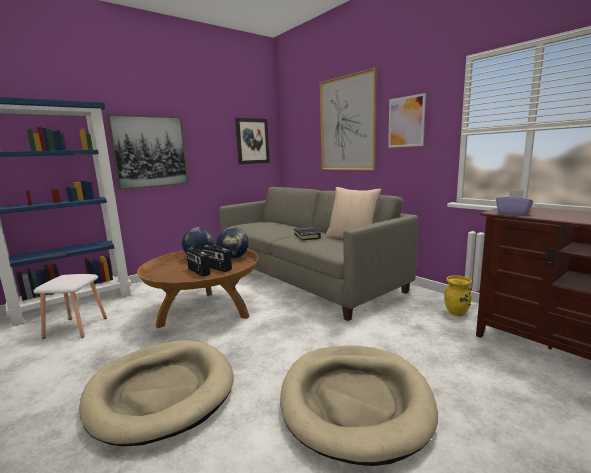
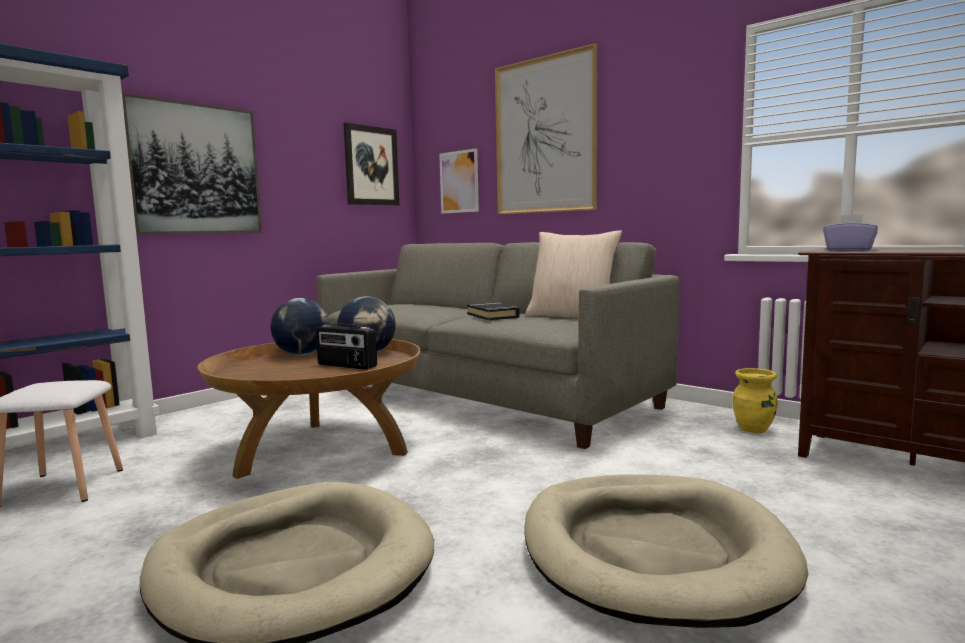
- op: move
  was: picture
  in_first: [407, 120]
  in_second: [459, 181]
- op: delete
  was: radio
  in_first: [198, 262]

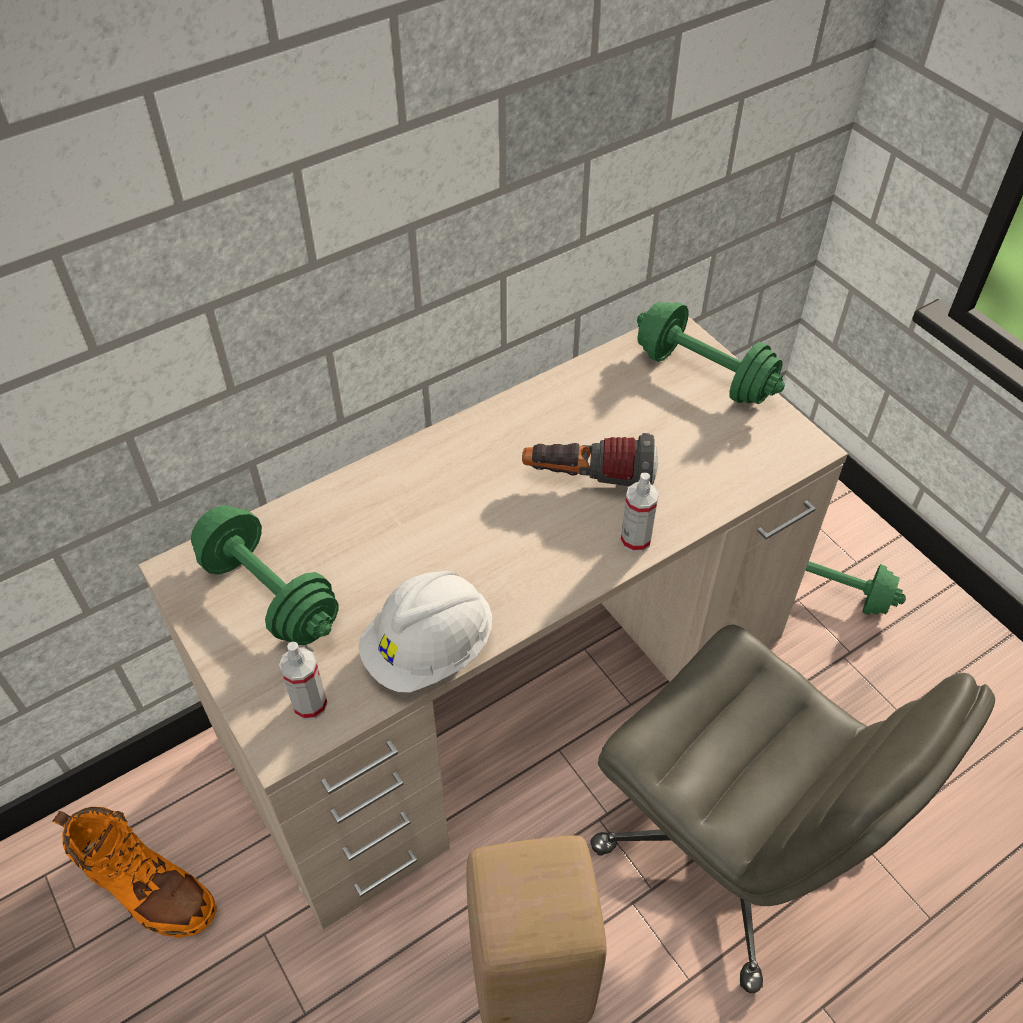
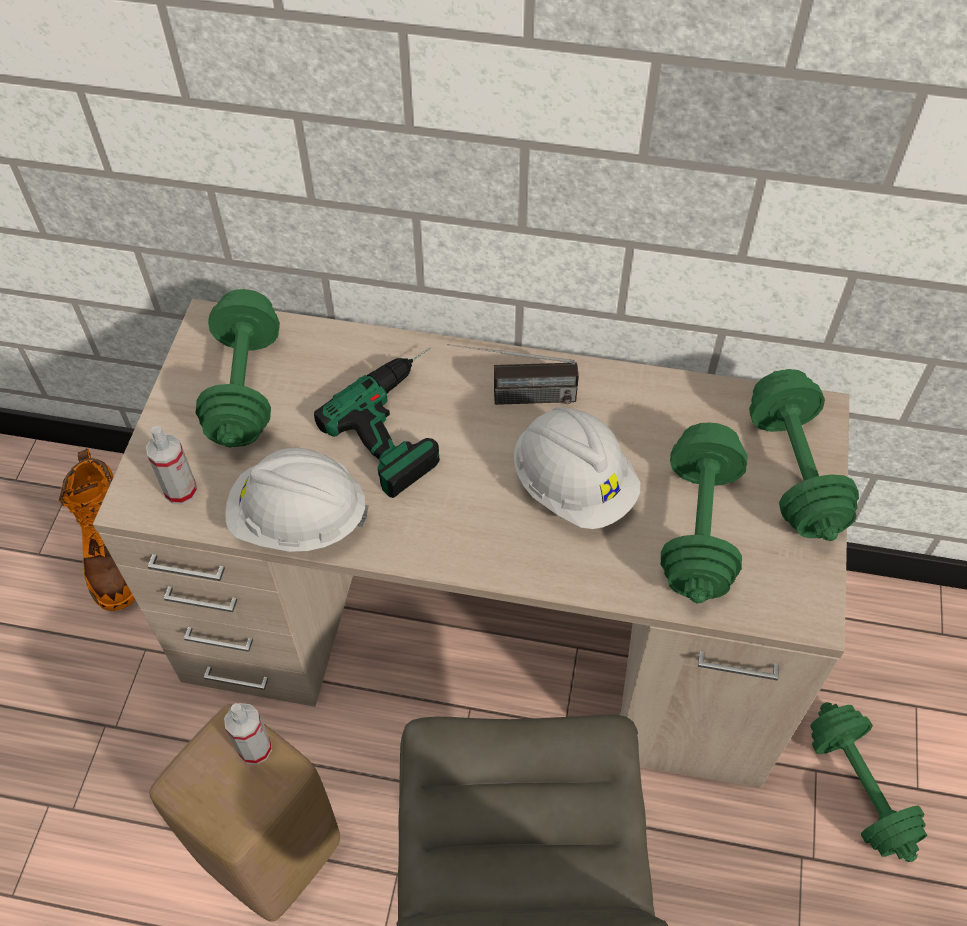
- op: move
  was: spray bottle
  in_first: [639, 512]
  in_second: [248, 734]
- op: insert
  now: power drill
  in_second: [377, 422]
- op: insert
  now: radio
  in_second: [513, 374]
- op: replace
  was: flashlight
  now: white hard hat
  in_first: [590, 459]
  in_second: [577, 468]
- op: insert
  now: green dumbbell
  in_second: [704, 512]

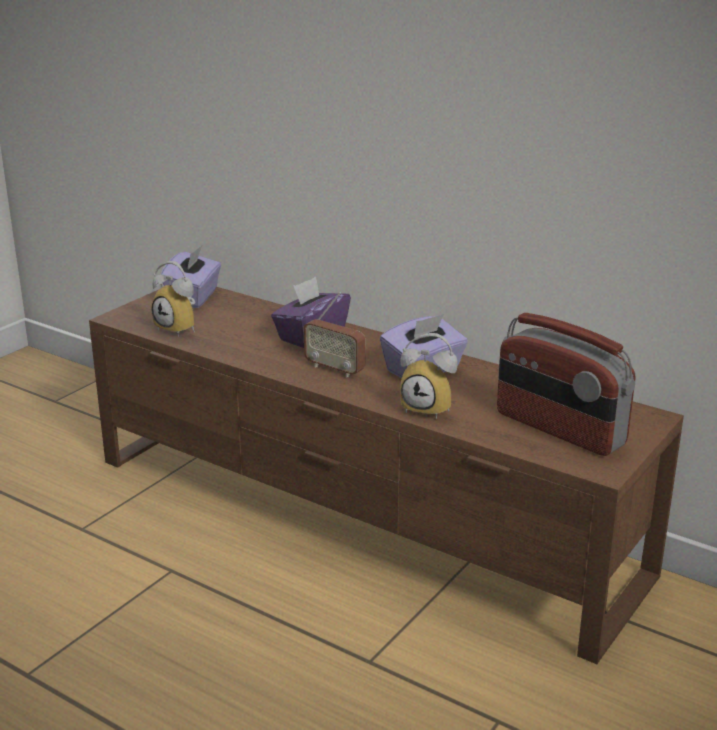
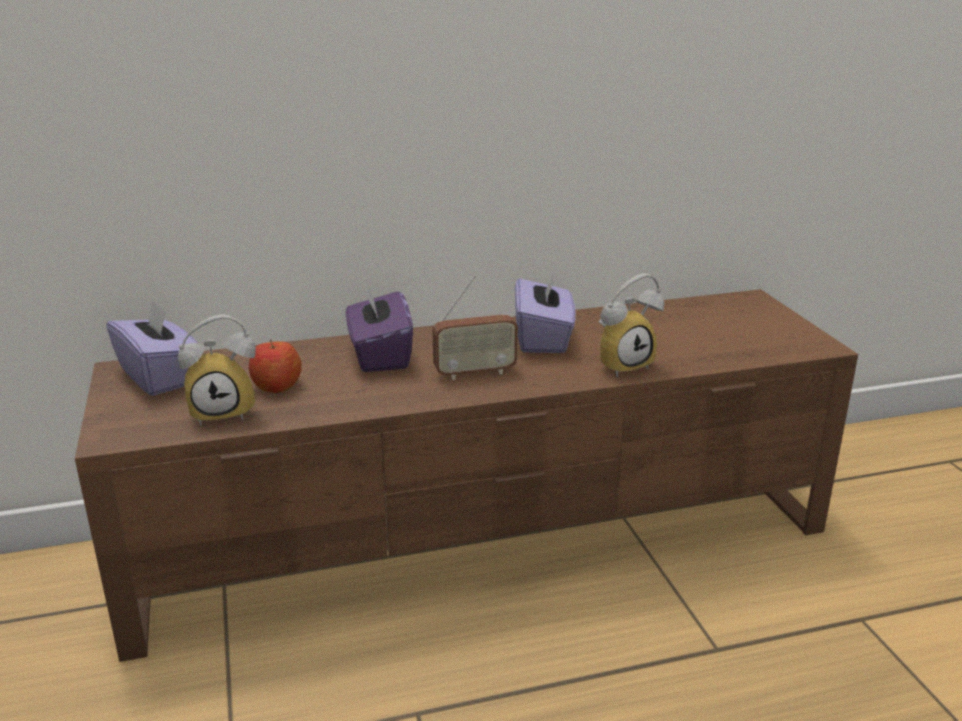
- op: insert
  now: apple
  in_second: [275, 366]
- op: delete
  was: radio
  in_first: [566, 384]

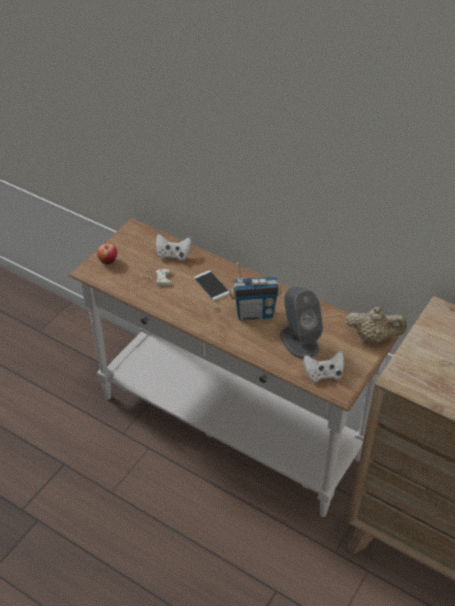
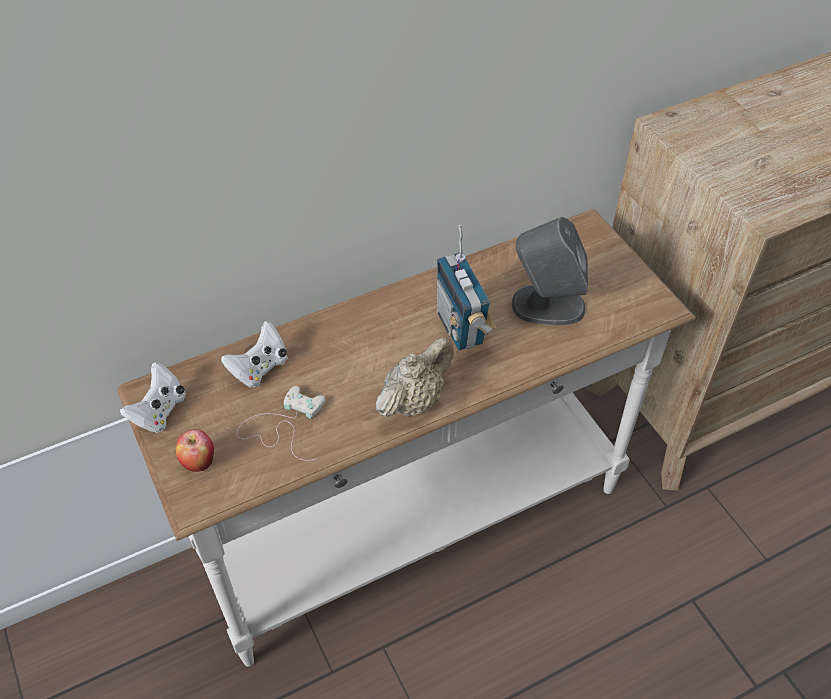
- op: move
  was: white game controller
  in_first: [324, 366]
  in_second: [153, 397]
- op: move
  was: beige teapot
  in_first: [376, 325]
  in_second: [415, 377]
- op: rotate
  was: radio
  in_first: [256, 291]
  in_second: [466, 287]
  clockwise: 135
- op: delete
  was: phone
  in_first: [212, 286]

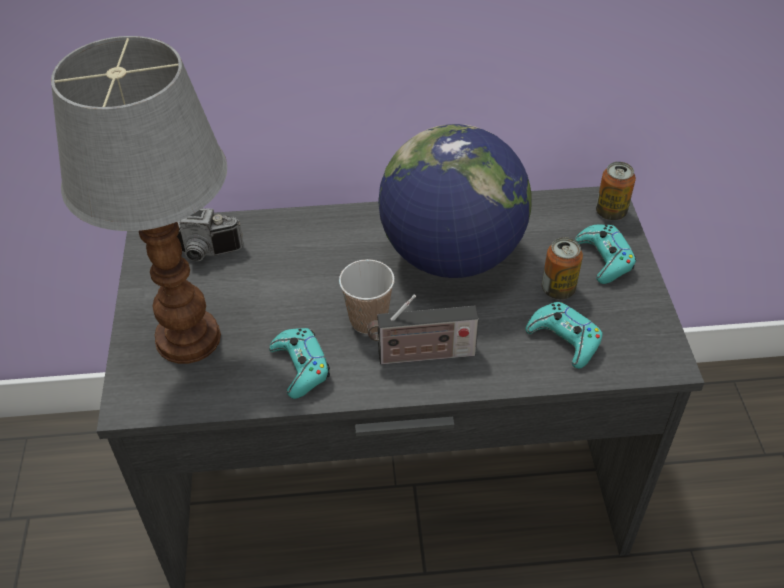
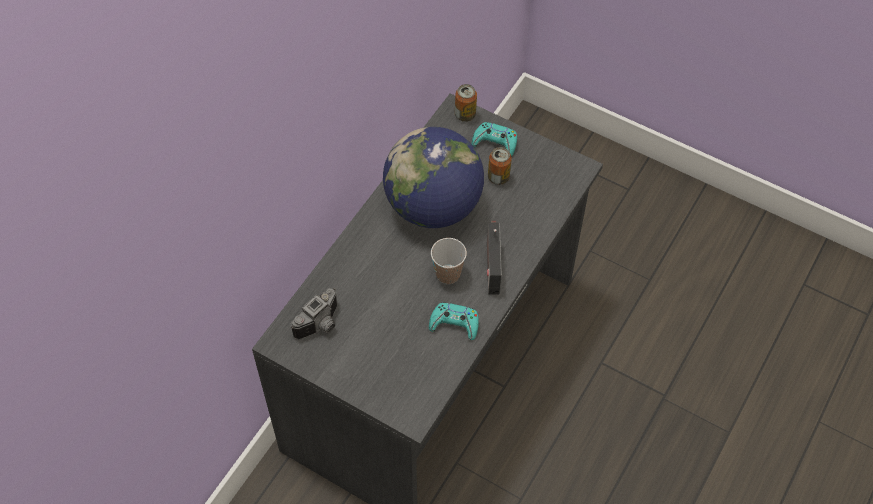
- op: rotate
  was: radio
  in_first: [423, 329]
  in_second: [494, 258]
  clockwise: 150
- op: delete
  was: table lamp
  in_first: [139, 200]
- op: delete
  was: turquoise game controller
  in_first: [564, 335]

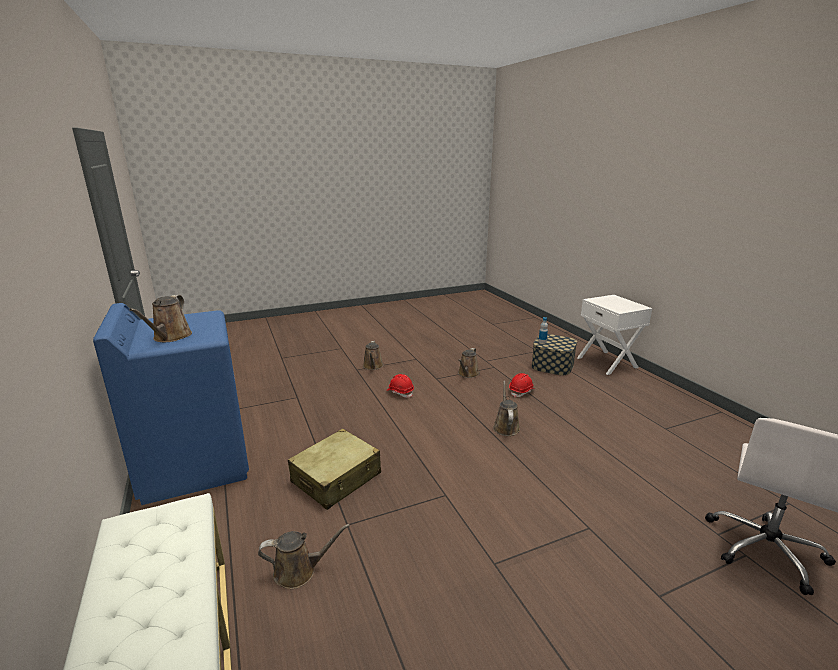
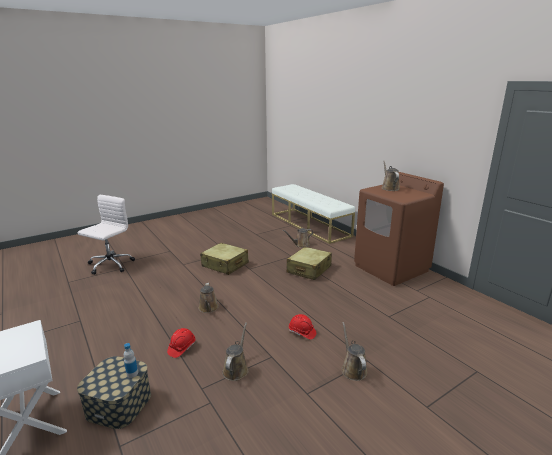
- op: insert
  now: beige suitcase
  in_second: [224, 259]
- op: recolor
  was: blue washing machine
  now: brown washing machine
  in_first: [171, 404]
  in_second: [399, 229]

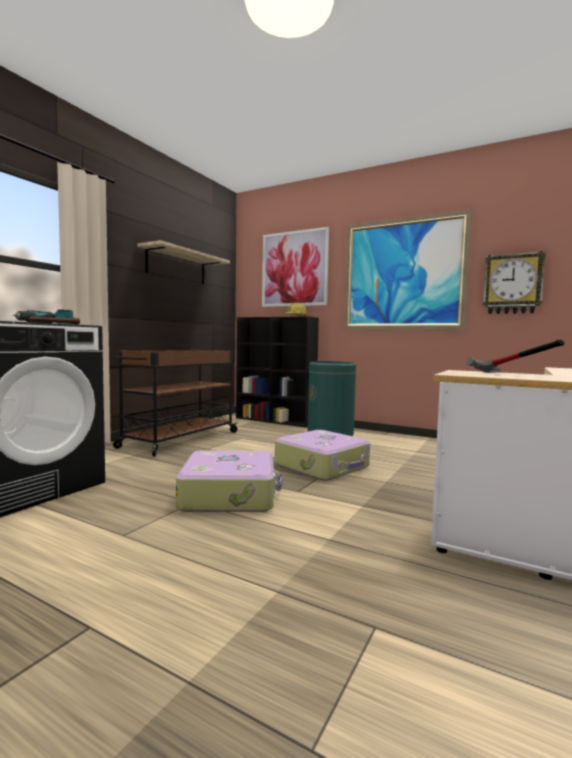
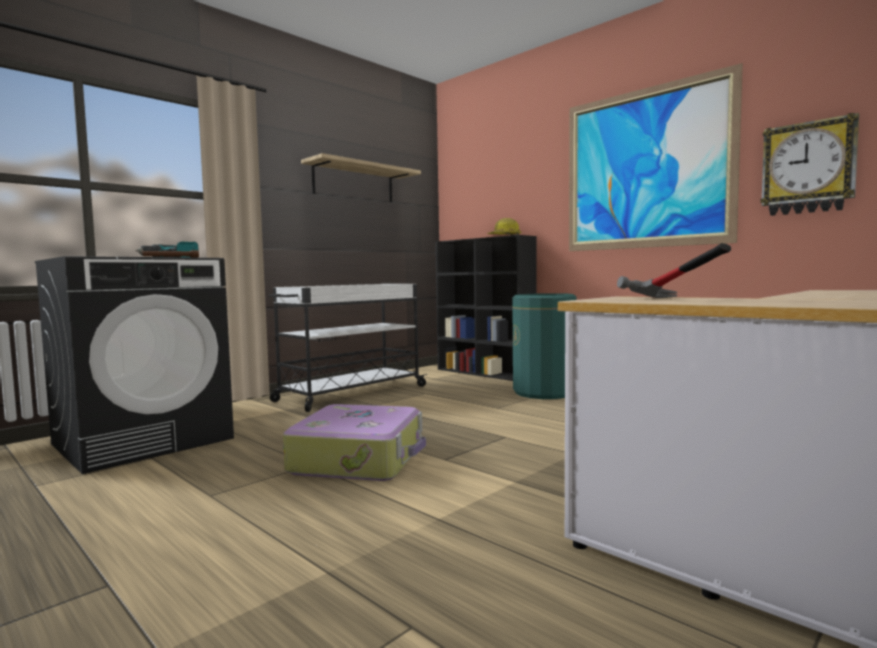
- op: recolor
  was: brown cart
  now: white cart
  in_first: [175, 403]
  in_second: [348, 348]
- op: delete
  was: picture
  in_first: [295, 267]
- op: delete
  was: suitcase
  in_first: [322, 455]

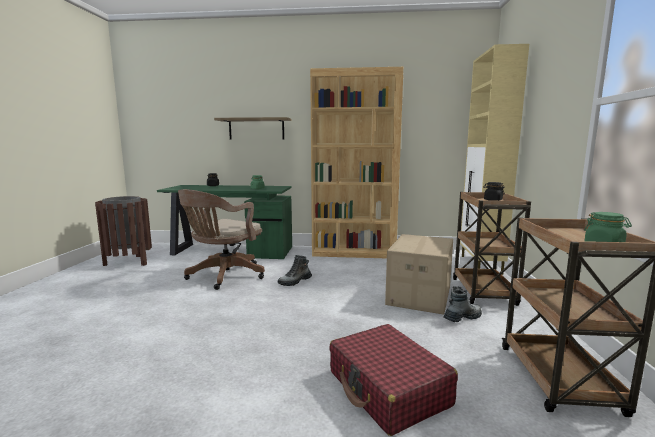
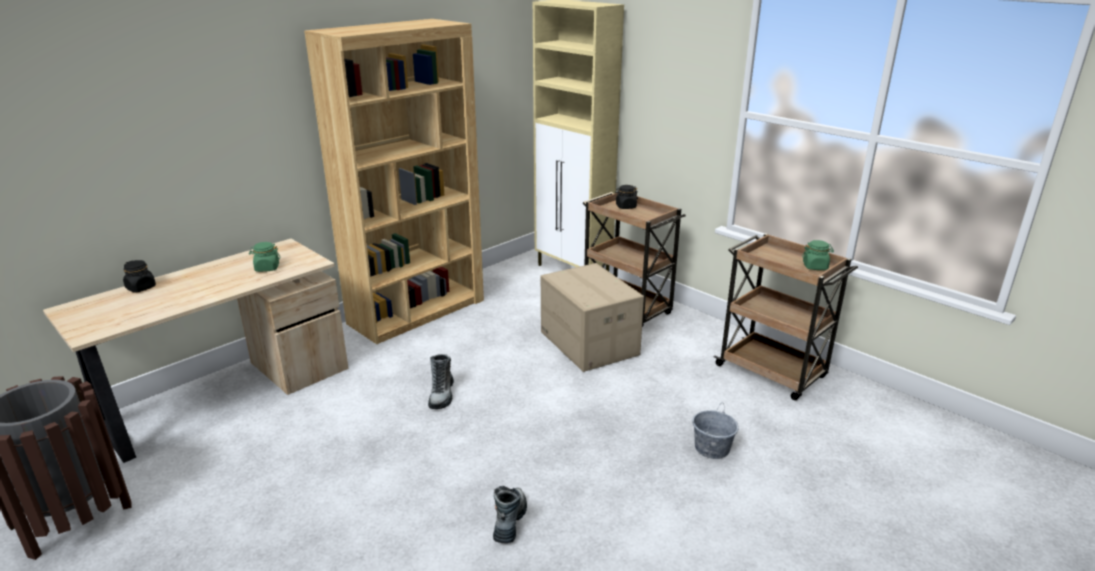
- op: recolor
  was: green desk
  now: beige desk
  in_first: [224, 222]
  in_second: [196, 351]
- op: move
  was: boot
  in_first: [463, 304]
  in_second: [510, 514]
- op: replace
  was: red suitcase
  now: grey bucket
  in_first: [393, 380]
  in_second: [715, 431]
- op: delete
  was: brown office chair
  in_first: [221, 239]
- op: delete
  was: shelf
  in_first: [252, 128]

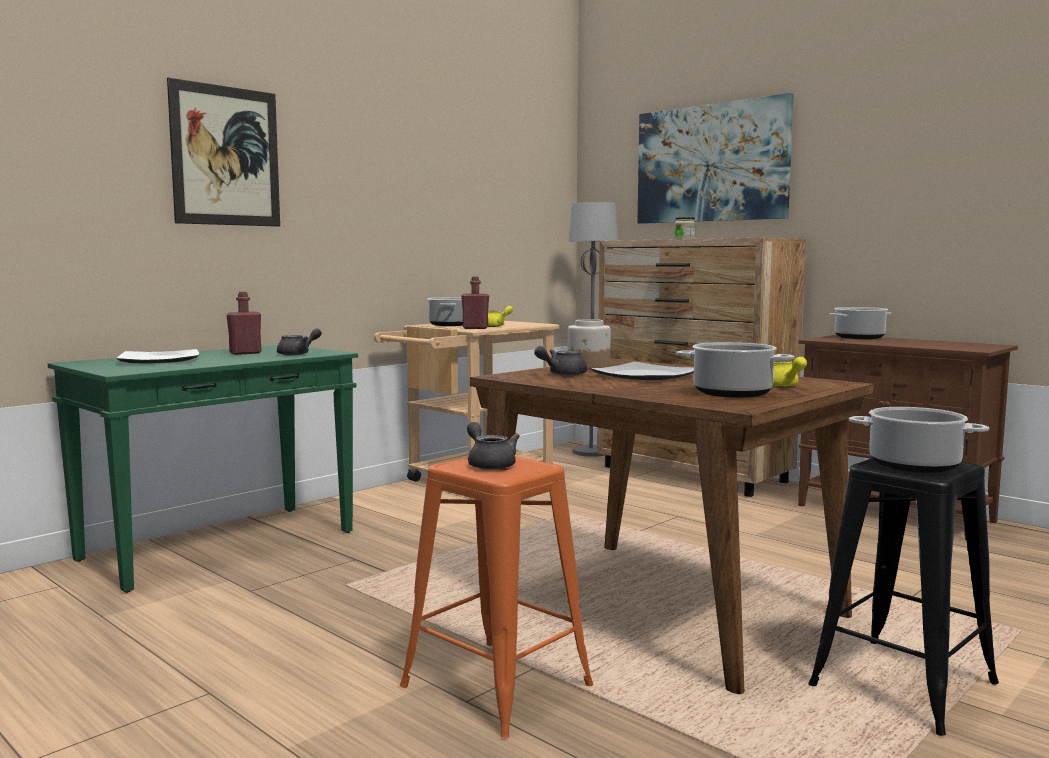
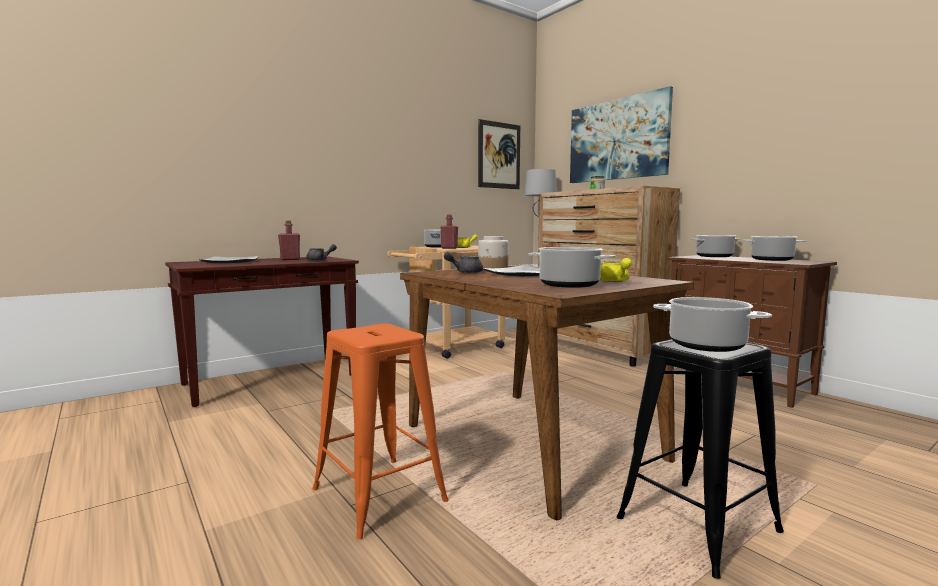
- op: recolor
  was: green console table
  now: brown console table
  in_first: [203, 469]
  in_second: [262, 331]
- op: move
  was: picture
  in_first: [223, 152]
  in_second: [499, 154]
- op: insert
  now: cooking pot
  in_second: [774, 248]
- op: delete
  was: grey teapot
  in_first: [493, 446]

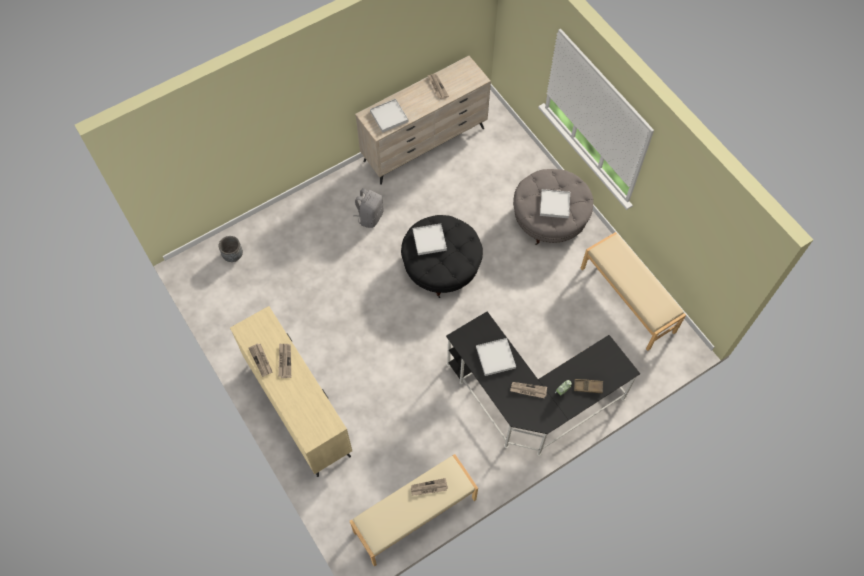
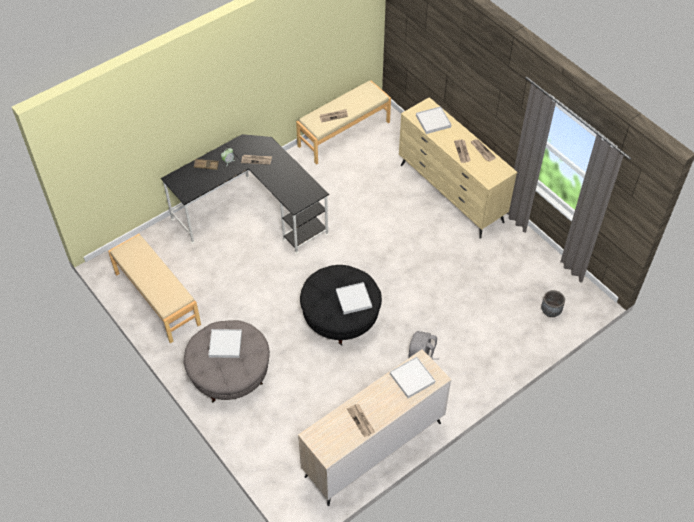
- op: move
  was: white tray
  in_first: [496, 357]
  in_second: [434, 120]

